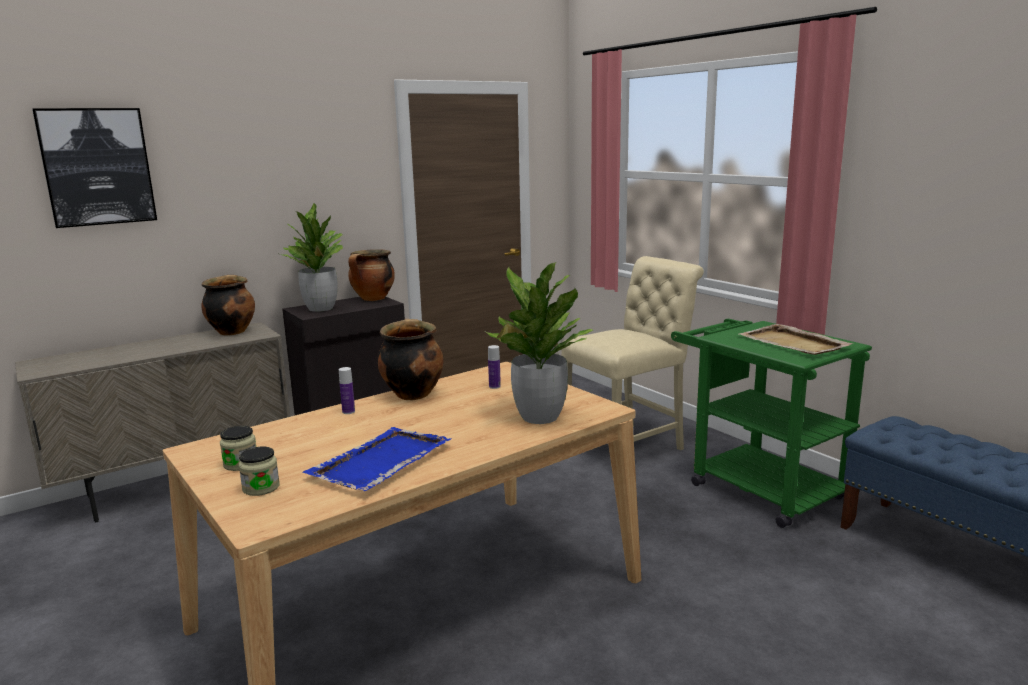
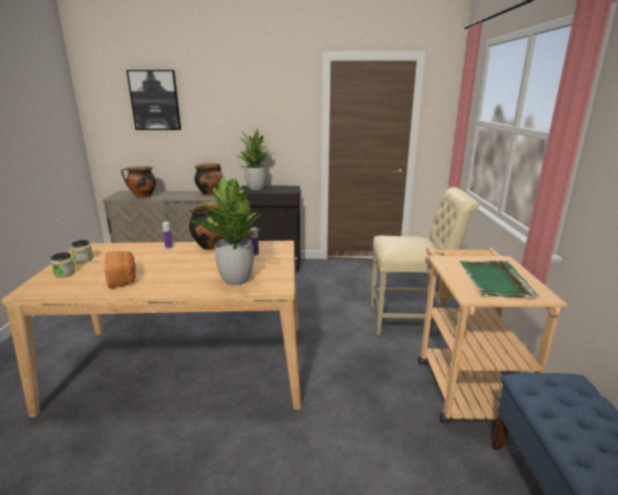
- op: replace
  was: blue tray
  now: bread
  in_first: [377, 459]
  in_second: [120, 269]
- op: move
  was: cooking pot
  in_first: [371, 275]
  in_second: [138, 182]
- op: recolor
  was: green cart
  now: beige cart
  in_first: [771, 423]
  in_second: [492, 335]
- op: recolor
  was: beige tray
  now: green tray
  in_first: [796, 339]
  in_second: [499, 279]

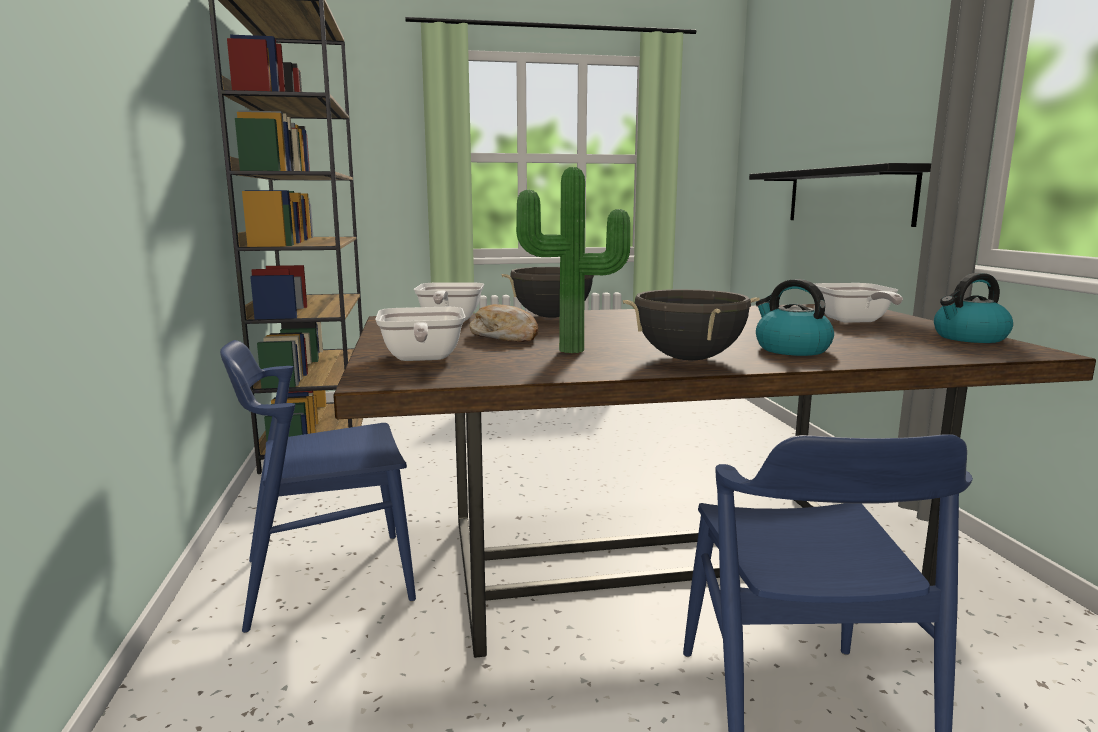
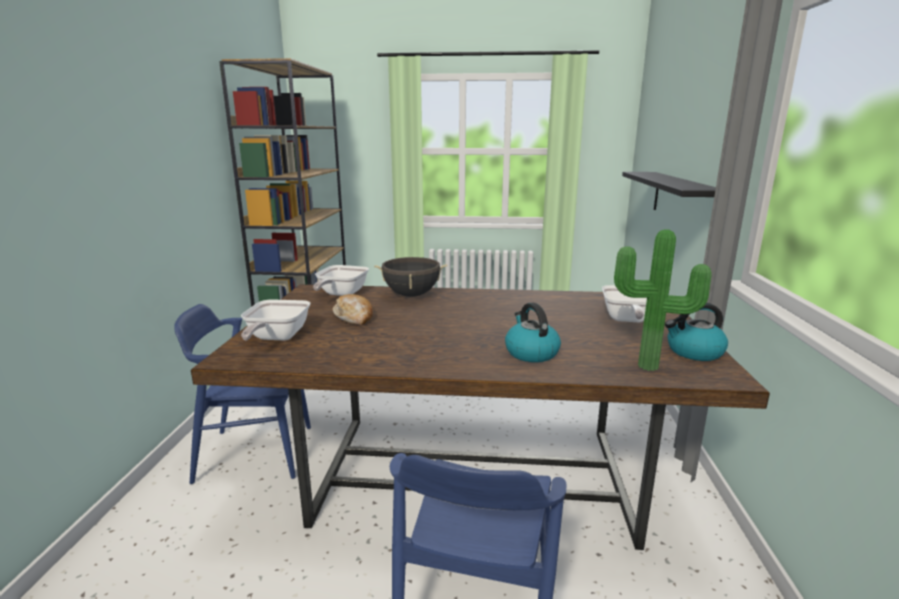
- op: move
  was: potted plant
  in_first: [573, 260]
  in_second: [663, 300]
- op: delete
  was: black cooking pot
  in_first: [691, 324]

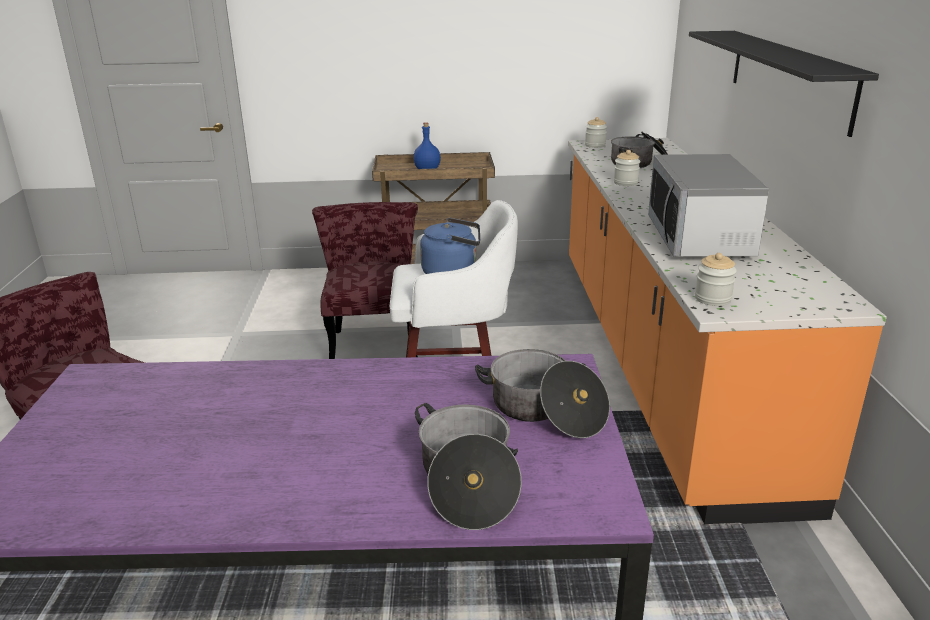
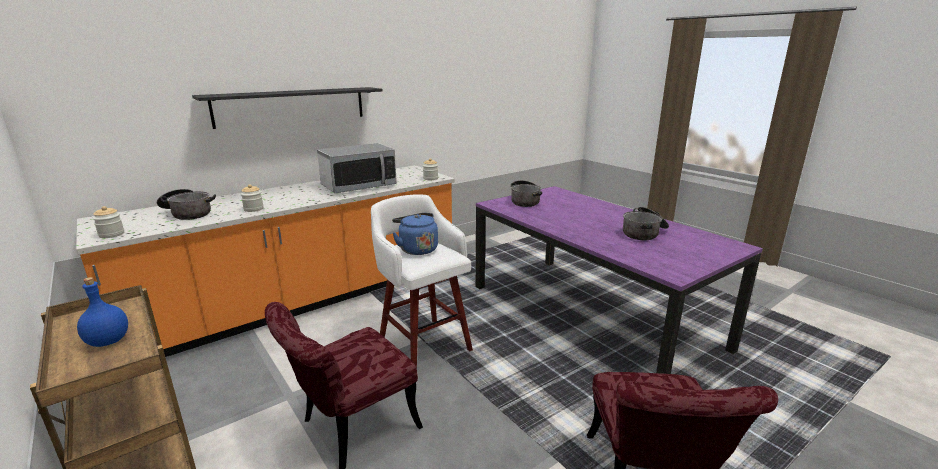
- op: move
  was: cooking pot
  in_first: [468, 466]
  in_second: [646, 223]

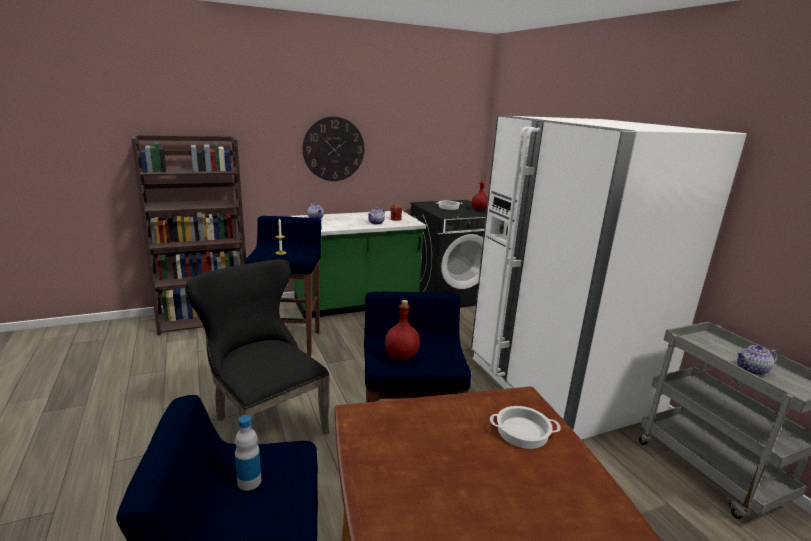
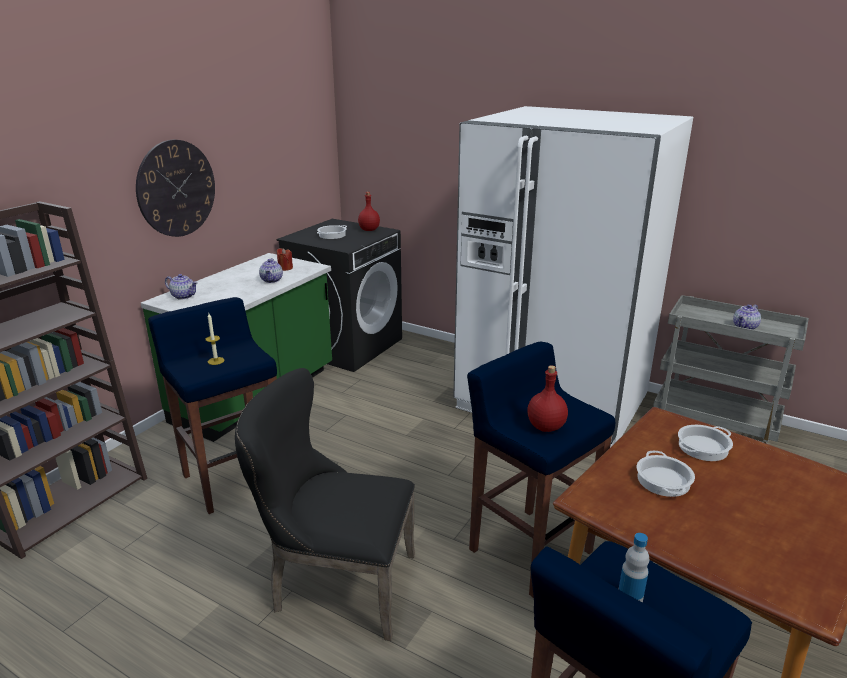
- op: insert
  now: cooking pot
  in_second: [666, 474]

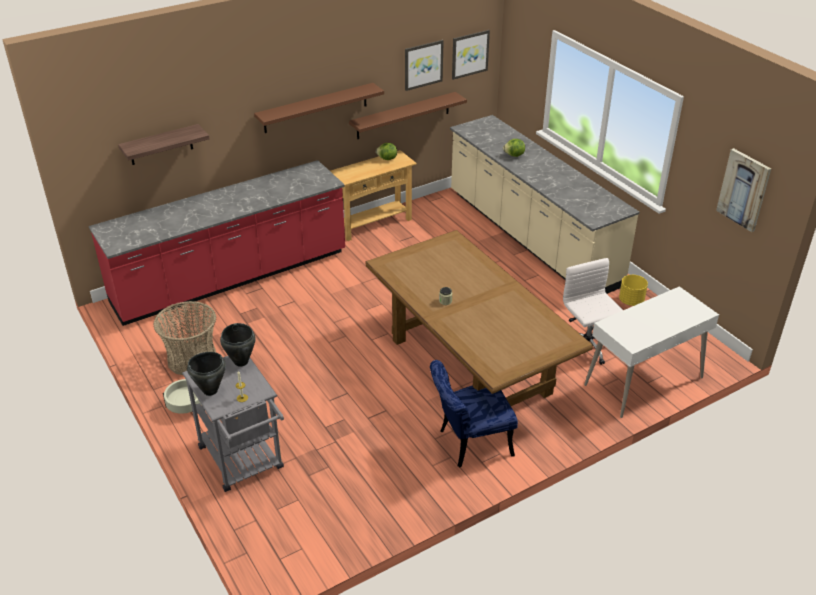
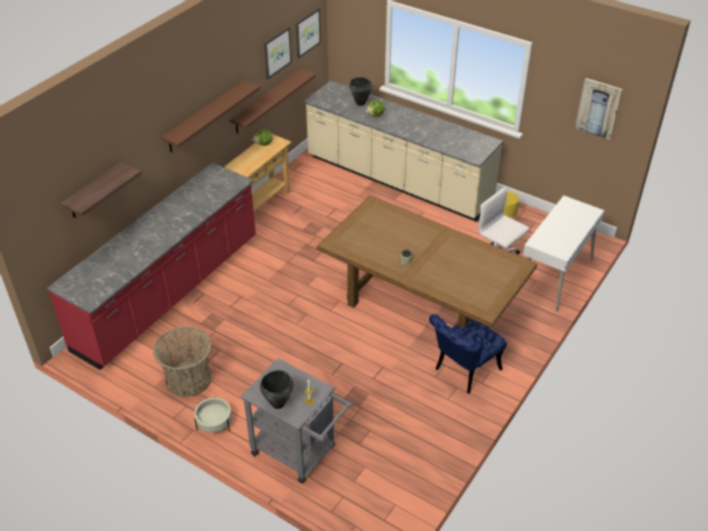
- op: move
  was: black cooking pot
  in_first: [238, 345]
  in_second: [360, 91]

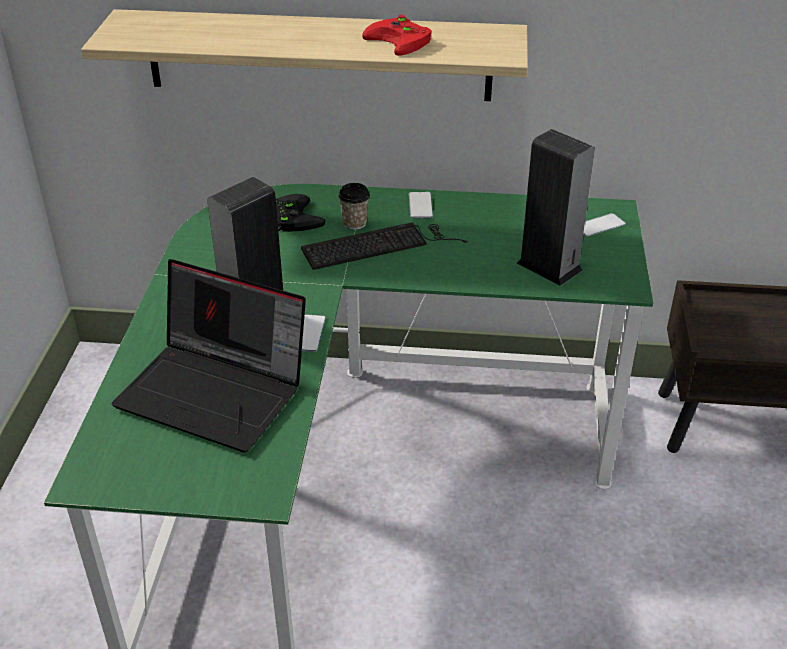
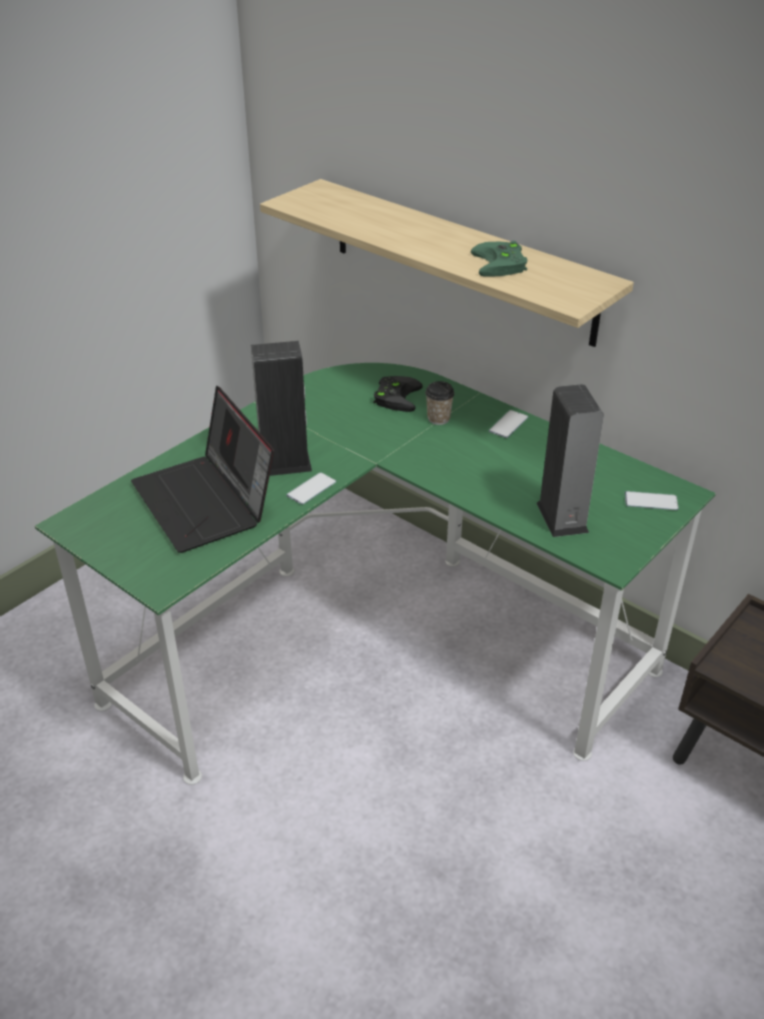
- op: recolor
  was: red game controller
  now: green game controller
  in_first: [397, 35]
  in_second: [499, 259]
- op: delete
  was: keyboard
  in_first: [384, 246]

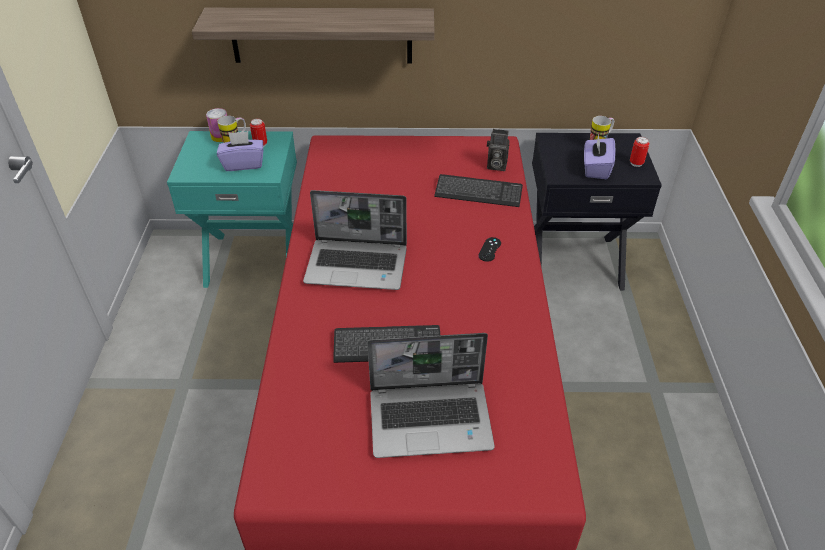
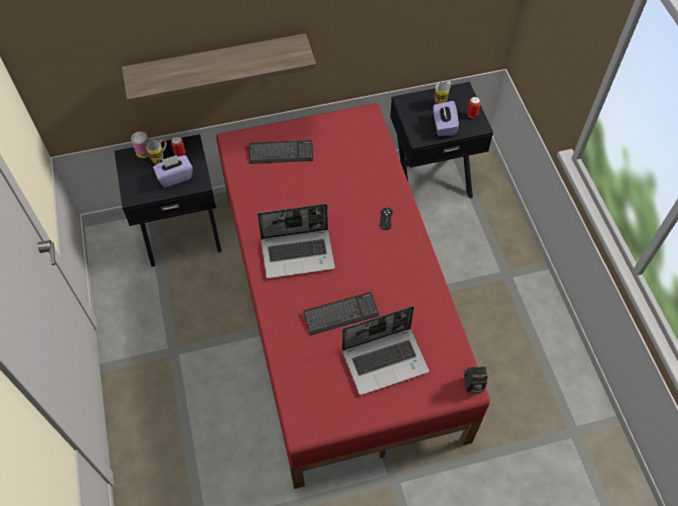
- op: recolor
  was: turquoise nightstand
  now: black nightstand
  in_first: [232, 209]
  in_second: [168, 200]
- op: move
  was: keyboard
  in_first: [478, 190]
  in_second: [281, 152]
- op: move
  was: photo camera
  in_first: [498, 150]
  in_second: [476, 380]

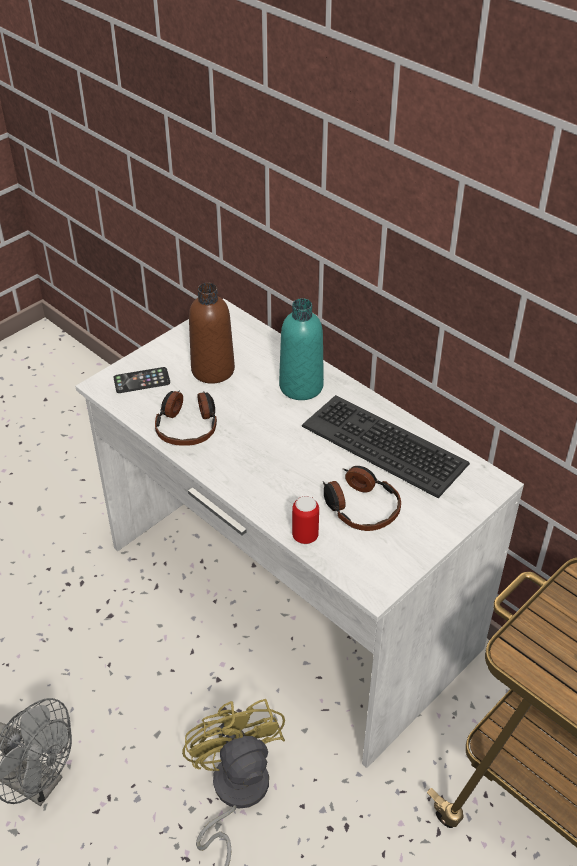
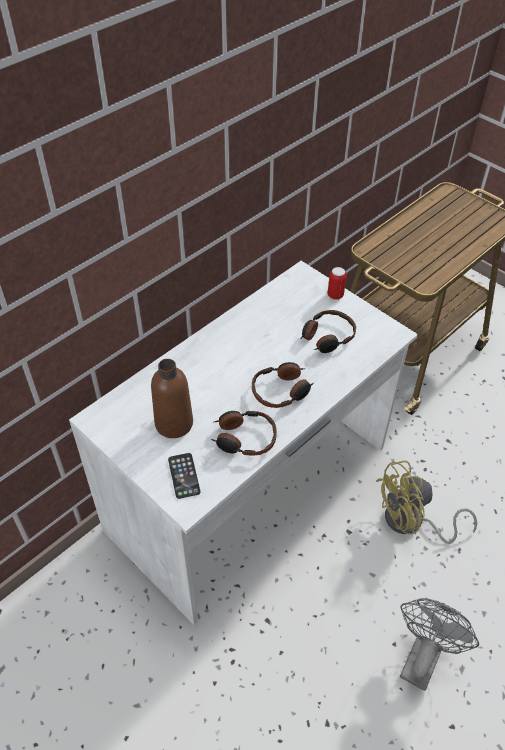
- op: insert
  now: headphones
  in_second: [283, 385]
- op: move
  was: can
  in_first: [305, 520]
  in_second: [337, 283]
- op: delete
  was: turquoise bottle
  in_first: [301, 349]
- op: delete
  was: keyboard
  in_first: [386, 446]

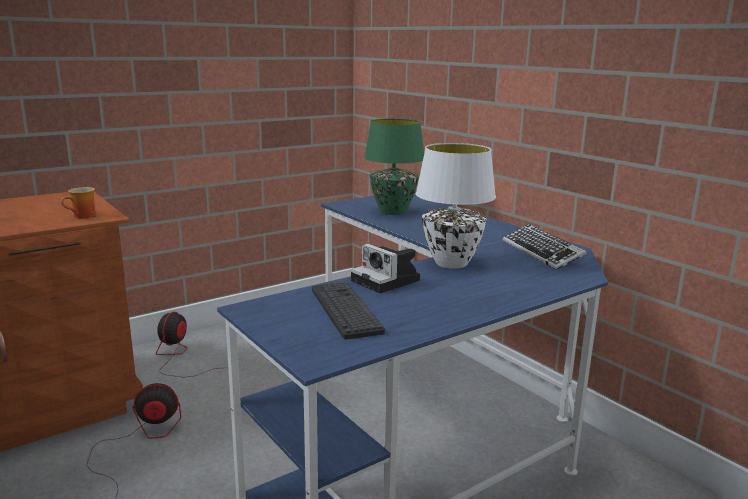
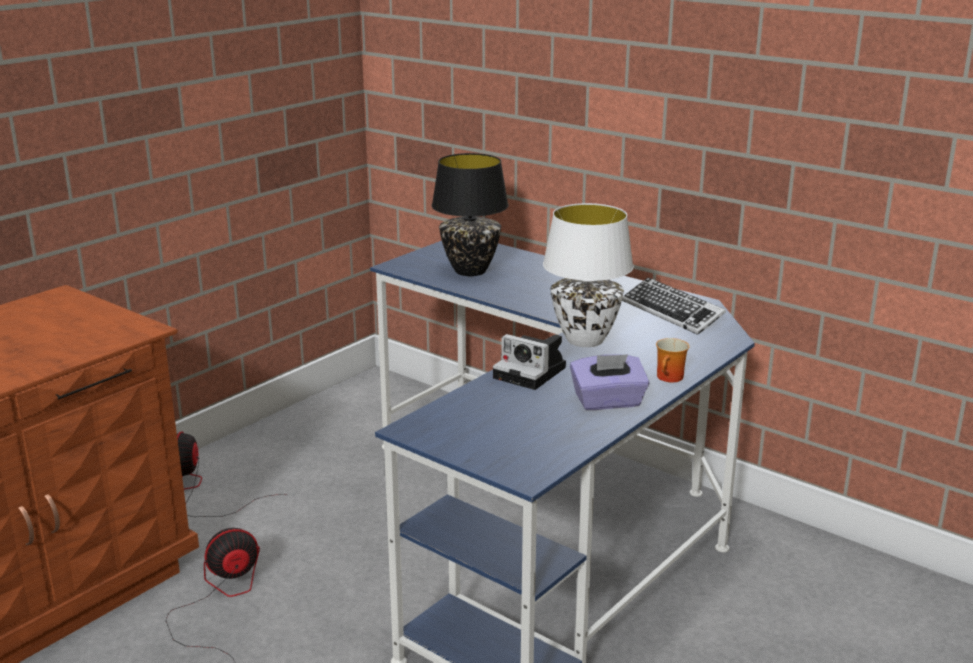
- op: recolor
  was: green table lamp
  now: black table lamp
  in_first: [394, 167]
  in_second: [470, 214]
- op: insert
  now: purple tissue box
  in_second: [610, 382]
- op: move
  was: mug
  in_first: [78, 202]
  in_second: [673, 360]
- op: delete
  was: keyboard
  in_first: [348, 310]

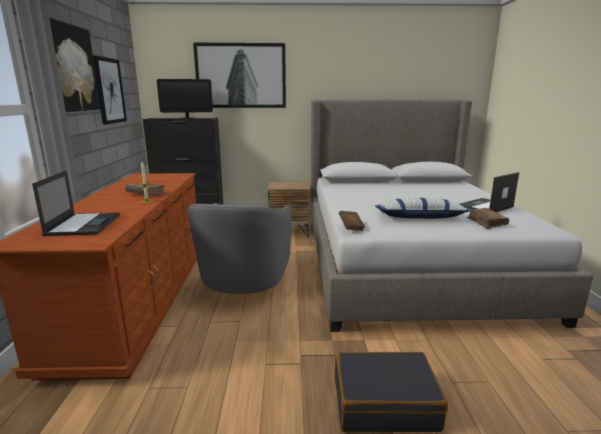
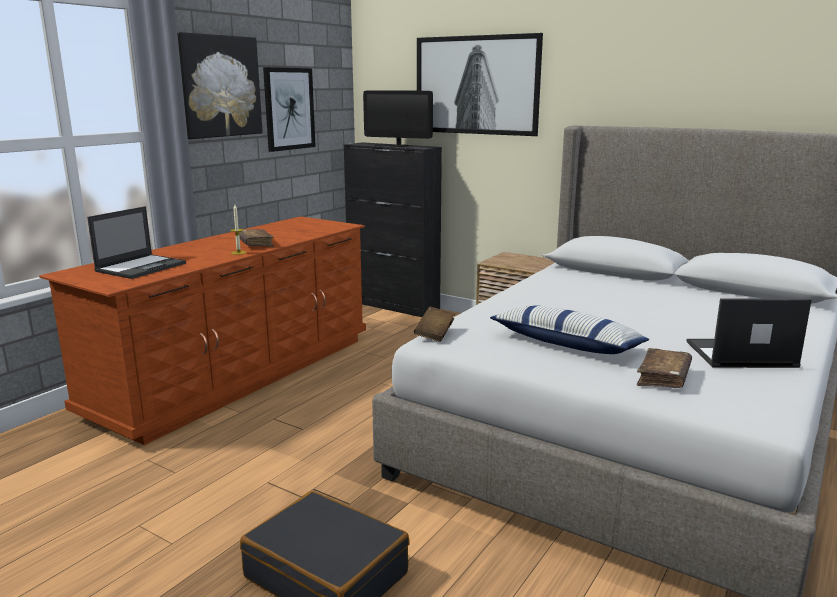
- op: delete
  was: grey armchair
  in_first: [240, 248]

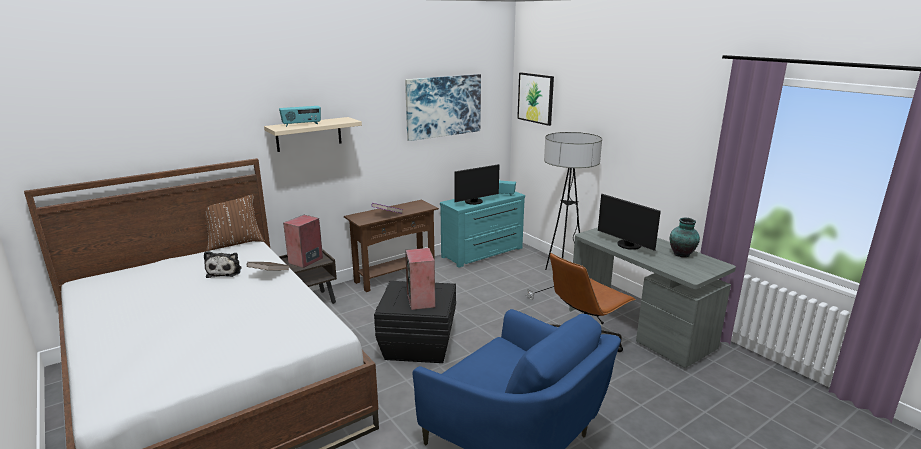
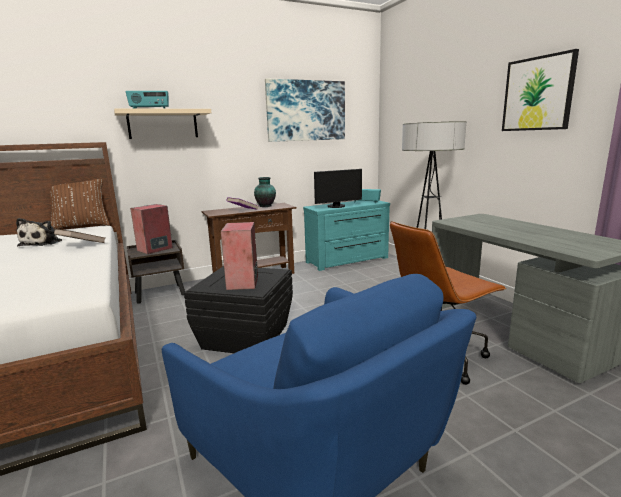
- op: move
  was: vase
  in_first: [685, 237]
  in_second: [265, 192]
- op: move
  was: picture
  in_first: [535, 99]
  in_second: [540, 90]
- op: delete
  was: monitor
  in_first: [629, 222]

